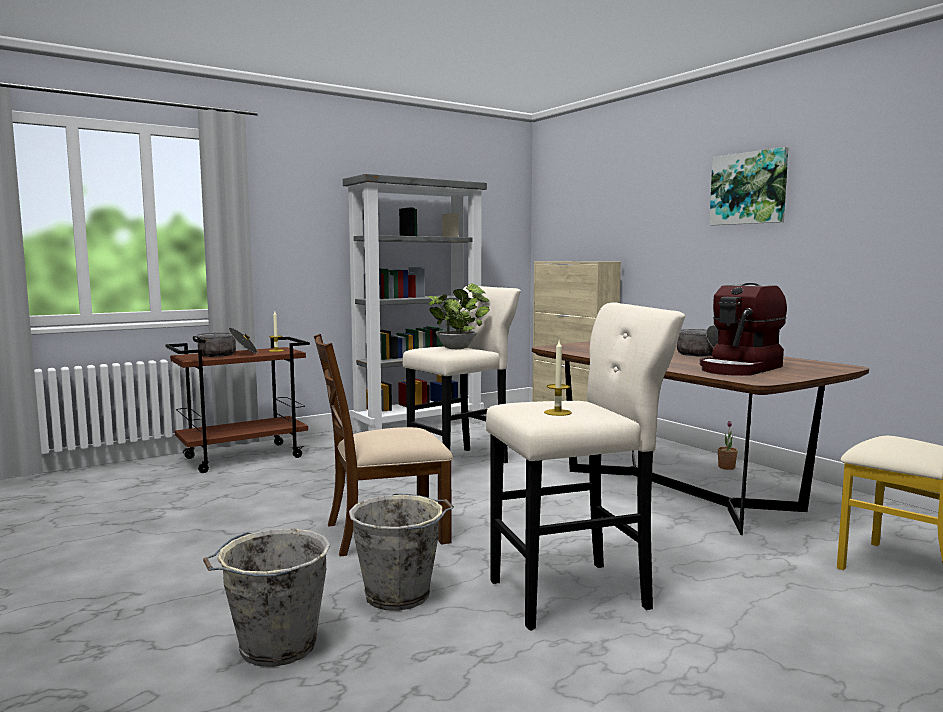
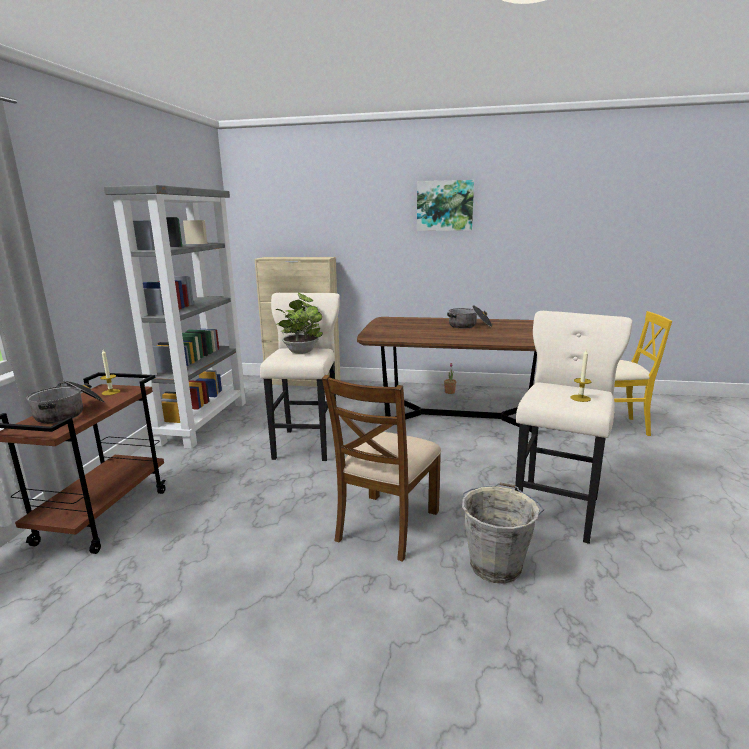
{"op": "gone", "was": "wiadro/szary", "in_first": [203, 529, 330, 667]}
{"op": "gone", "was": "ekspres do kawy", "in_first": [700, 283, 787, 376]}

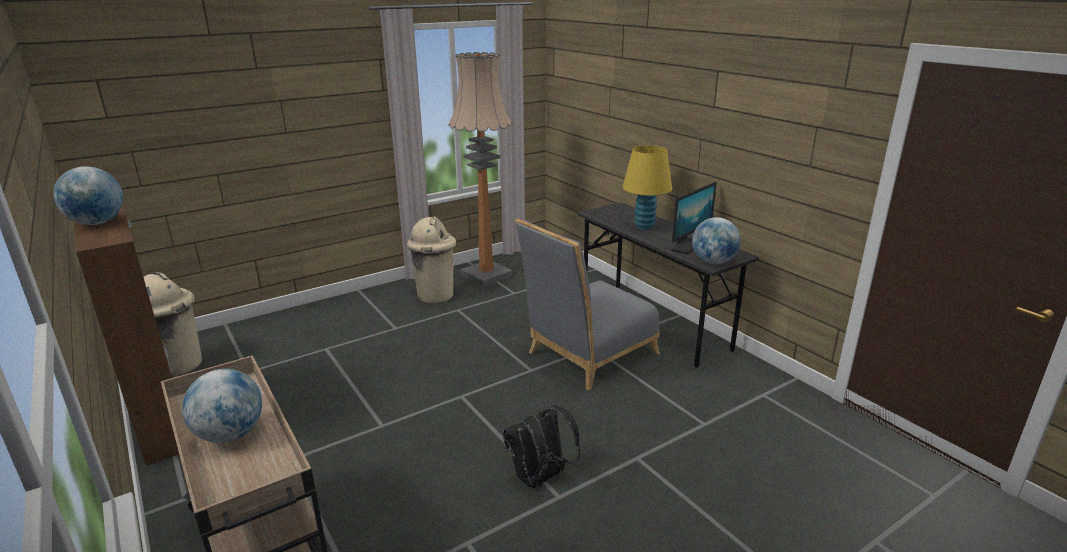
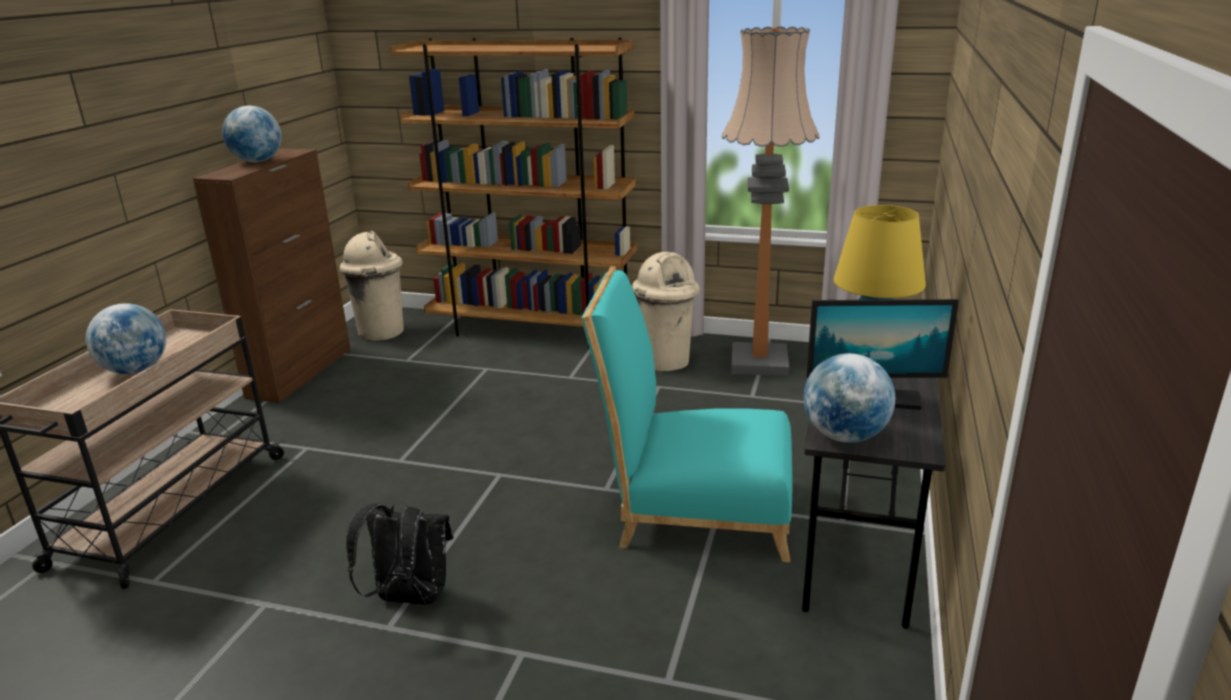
{"op": "new", "now": "regał/brązowy", "in_second": [390, 38, 637, 349]}
{"op": "repainted", "was": "krzesło/szary", "now": "krzesło/turkusowy", "in_first": [515, 219, 660, 390], "in_second": [582, 266, 793, 562]}

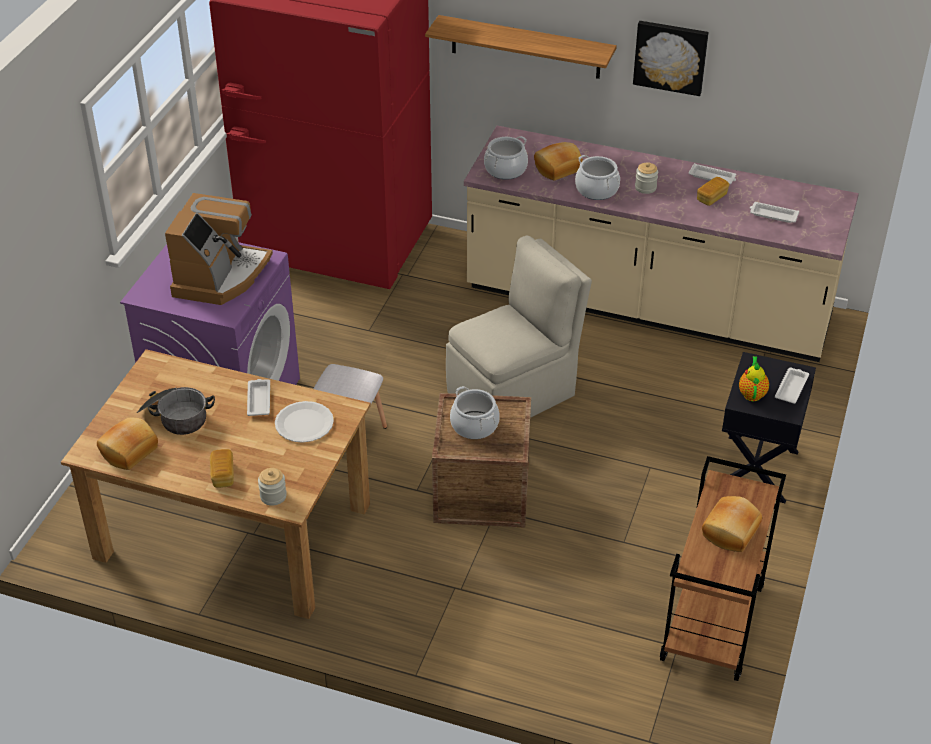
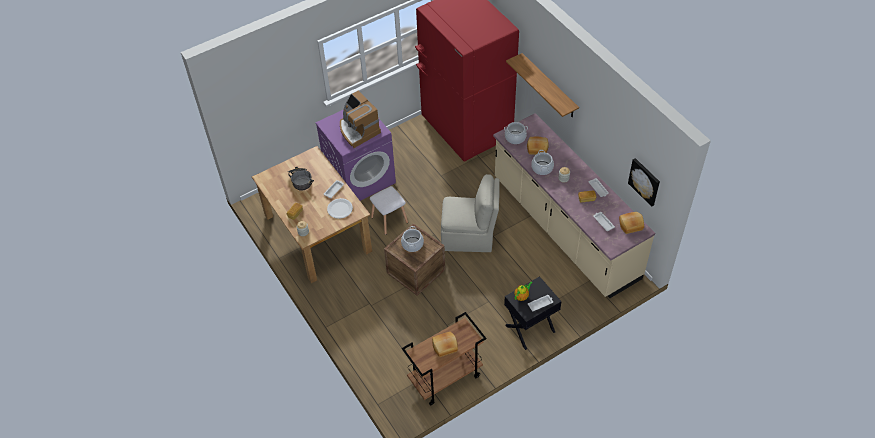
{"op": "shifted", "was": "chleb", "in_first": [97, 418, 158, 470], "in_second": [619, 212, 644, 234]}
{"op": "shifted", "was": "obraz", "in_first": [633, 21, 709, 96], "in_second": [628, 158, 660, 207]}
{"op": "rotated", "was": "ekspres do kawy", "in_first": [165, 193, 273, 305], "in_second": [340, 91, 381, 148], "clockwise": 90}

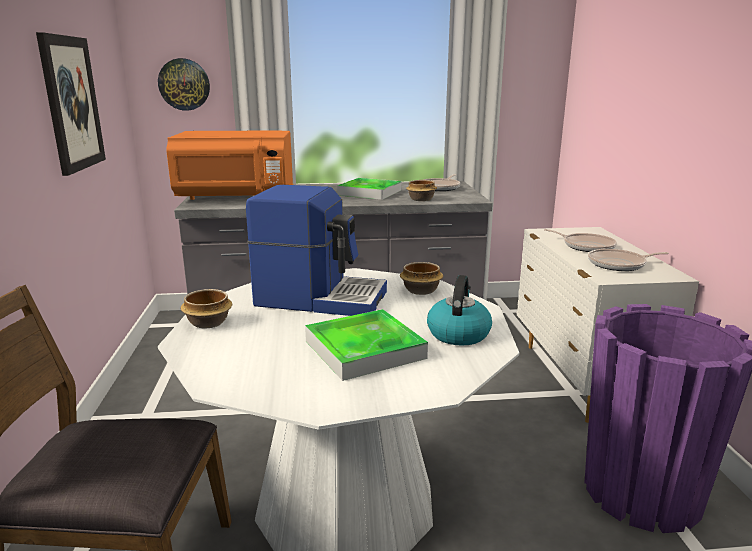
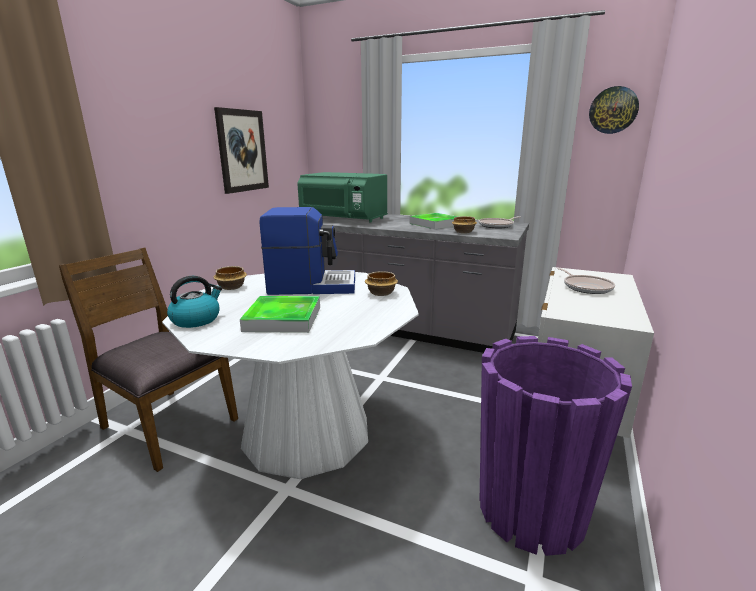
{"op": "gone", "was": "patelnia", "in_first": [588, 249, 669, 271]}
{"op": "shifted", "was": "zegar ścienny", "in_first": [158, 58, 210, 111], "in_second": [589, 86, 639, 134]}
{"op": "shifted", "was": "czajnik", "in_first": [427, 275, 492, 345], "in_second": [167, 276, 222, 328]}
{"op": "repainted", "was": "mikrofalówka/pomarańczowy", "now": "mikrofalówka/zielony", "in_first": [166, 131, 293, 200], "in_second": [297, 172, 388, 222]}
{"op": "rotated", "was": "ekspres do kawy", "in_first": [246, 185, 387, 316], "in_second": [260, 207, 355, 295], "clockwise": -45}

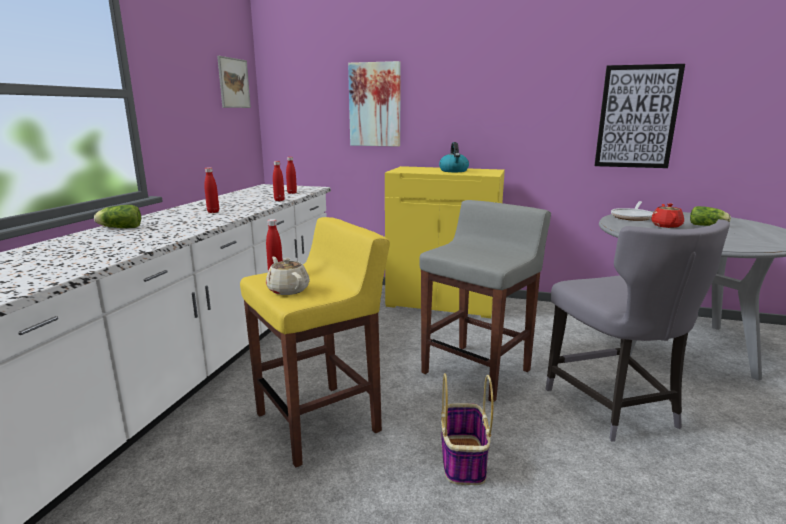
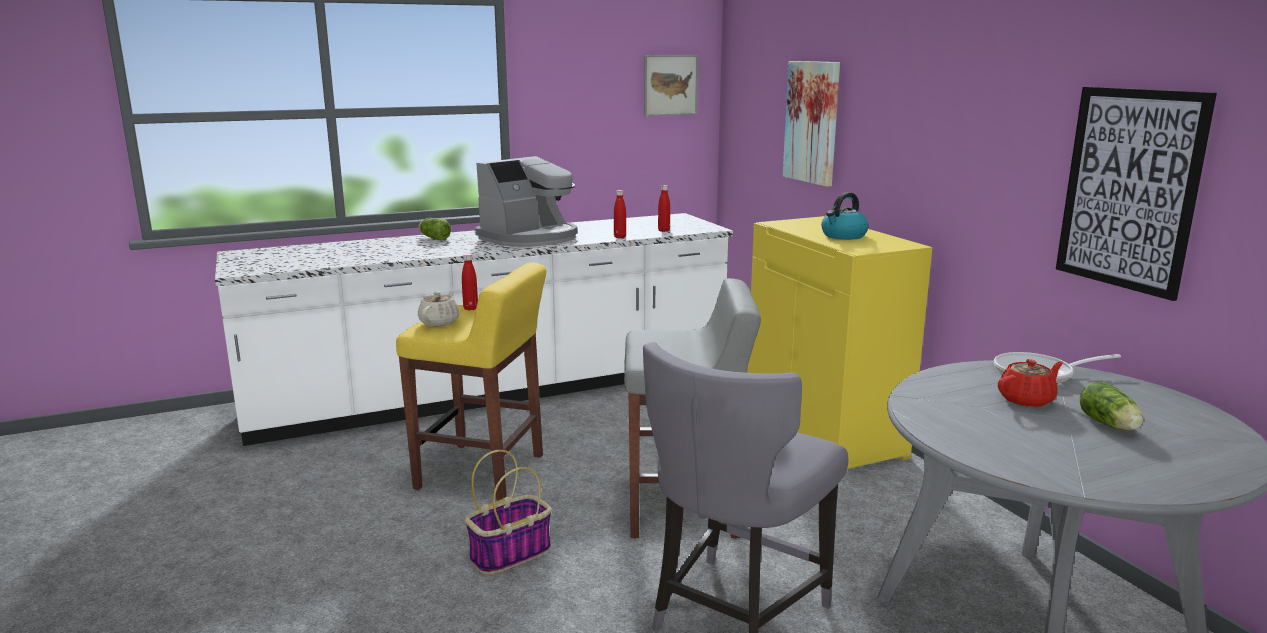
{"op": "swapped", "was": "butelka/czerwony", "now": "ekspres do kawy", "in_first": [204, 167, 219, 213], "in_second": [475, 156, 578, 247]}

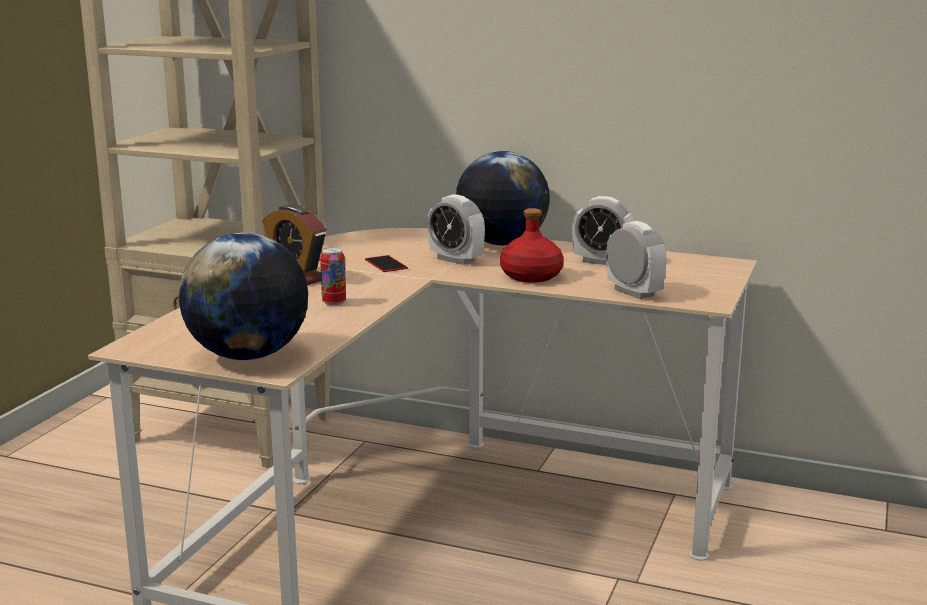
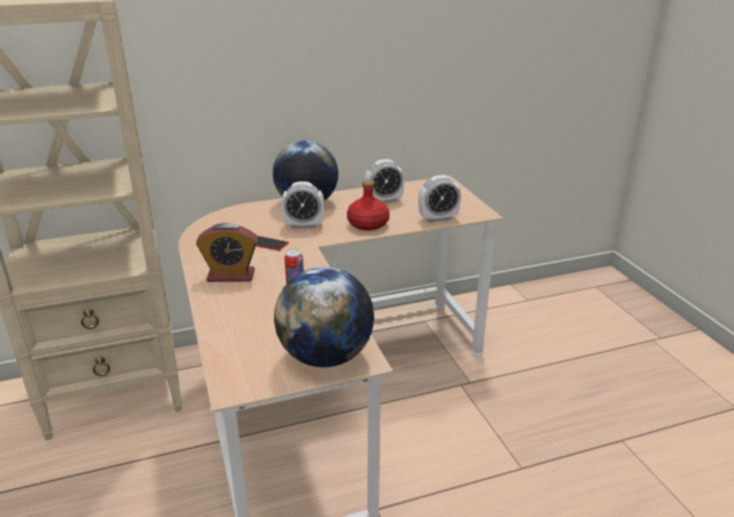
{"op": "rotated", "was": "budzik", "in_first": [606, 221, 666, 299], "in_second": [418, 175, 461, 223], "clockwise": 150}

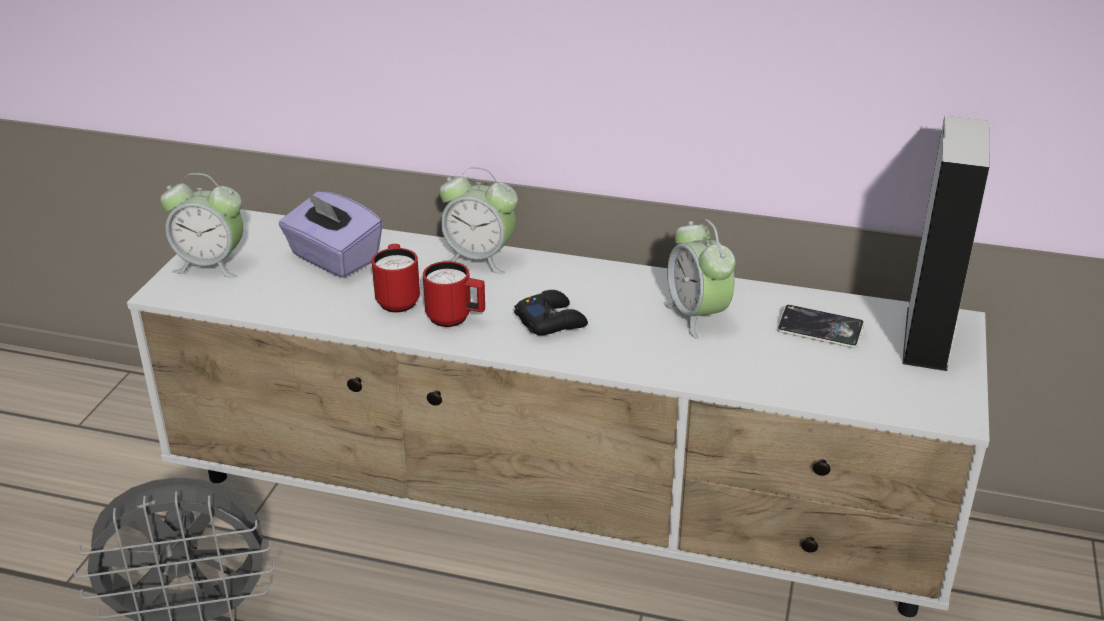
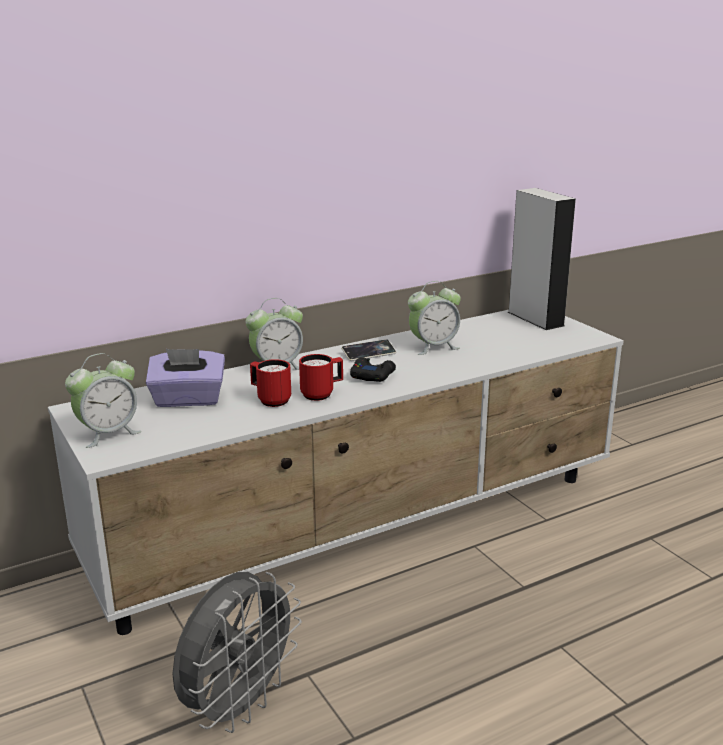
{"op": "shifted", "was": "telefon", "in_first": [777, 305, 864, 348], "in_second": [341, 339, 396, 361]}
{"op": "rotated", "was": "budzik", "in_first": [664, 219, 736, 339], "in_second": [408, 281, 461, 355], "clockwise": -45}

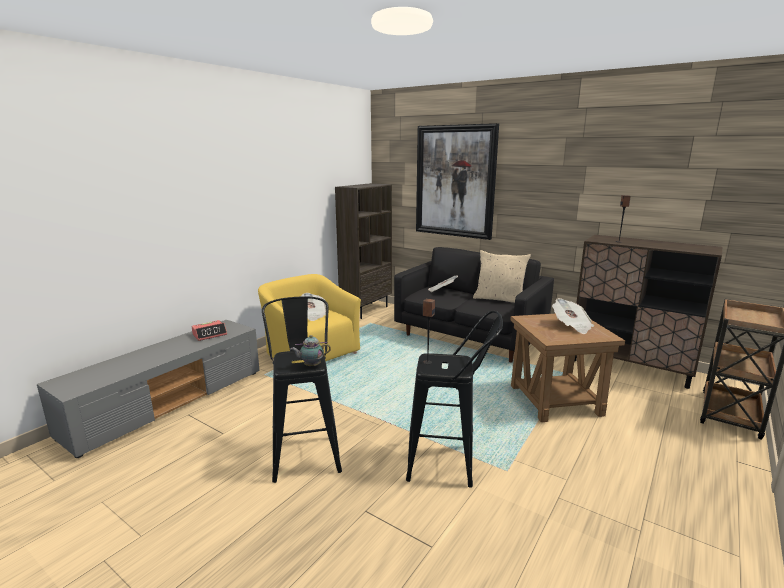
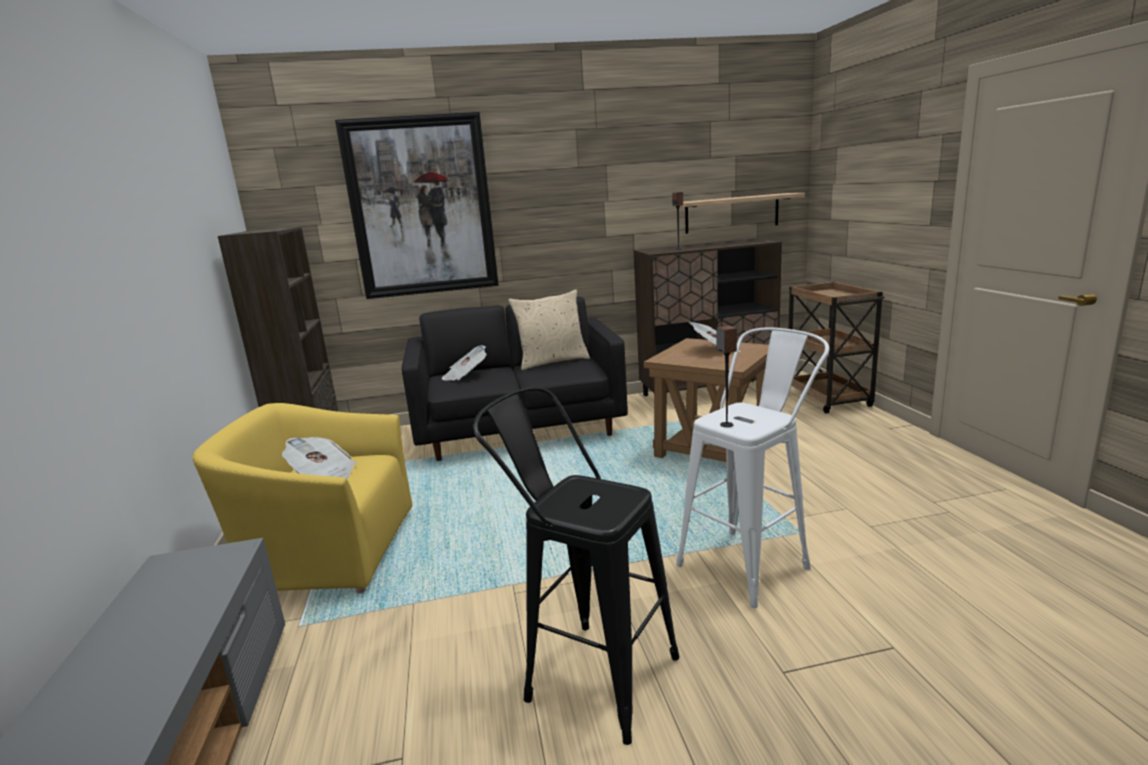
{"op": "gone", "was": "budzik", "in_first": [192, 320, 227, 341]}
{"op": "gone", "was": "imbryk", "in_first": [290, 335, 331, 366]}
{"op": "new", "now": "półka", "in_second": [674, 193, 805, 234]}
{"op": "repainted", "was": "stołek/czarny", "now": "stołek/biały", "in_first": [406, 311, 503, 488], "in_second": [676, 327, 829, 608]}

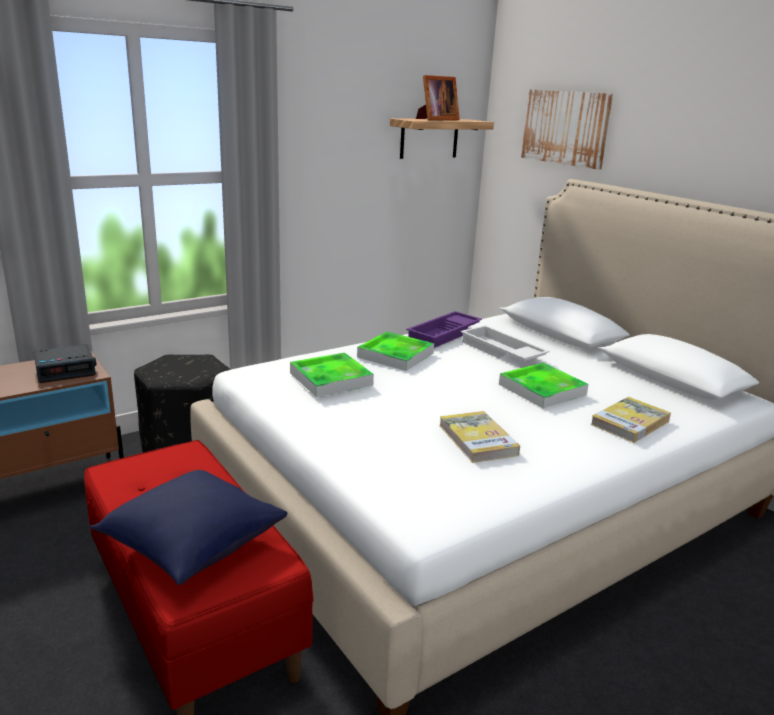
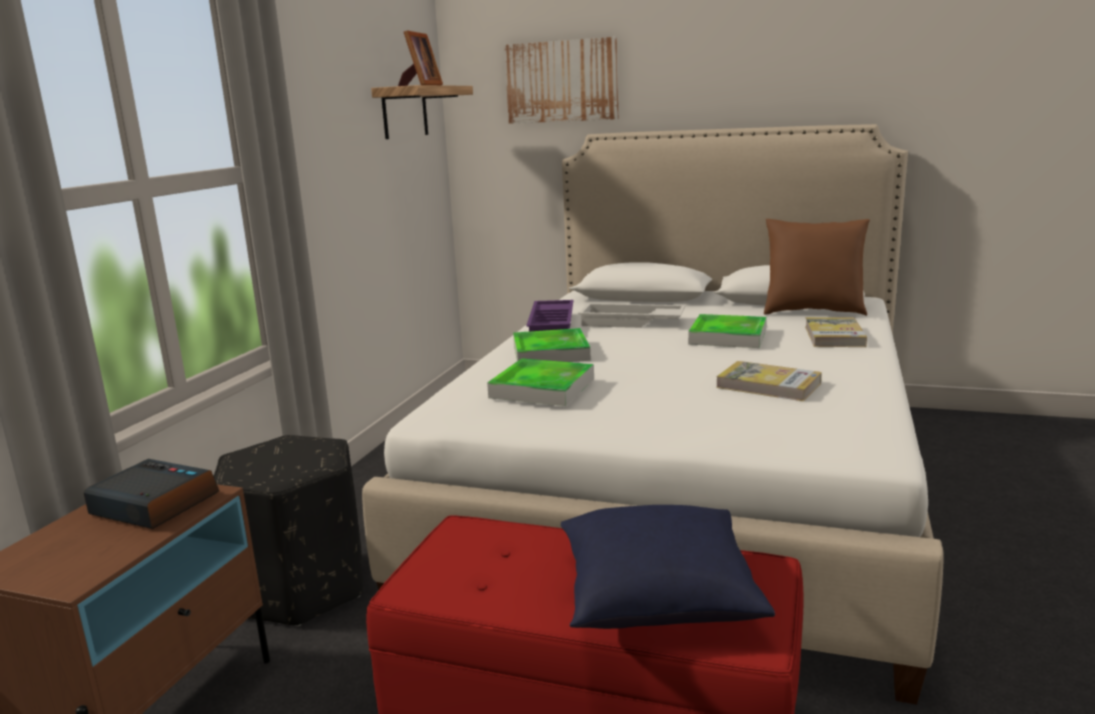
{"op": "new", "now": "poduszka/brązowy", "in_second": [764, 219, 870, 316]}
{"op": "rotated", "was": "budzik", "in_first": [33, 344, 97, 383], "in_second": [84, 459, 219, 529], "clockwise": -90}

